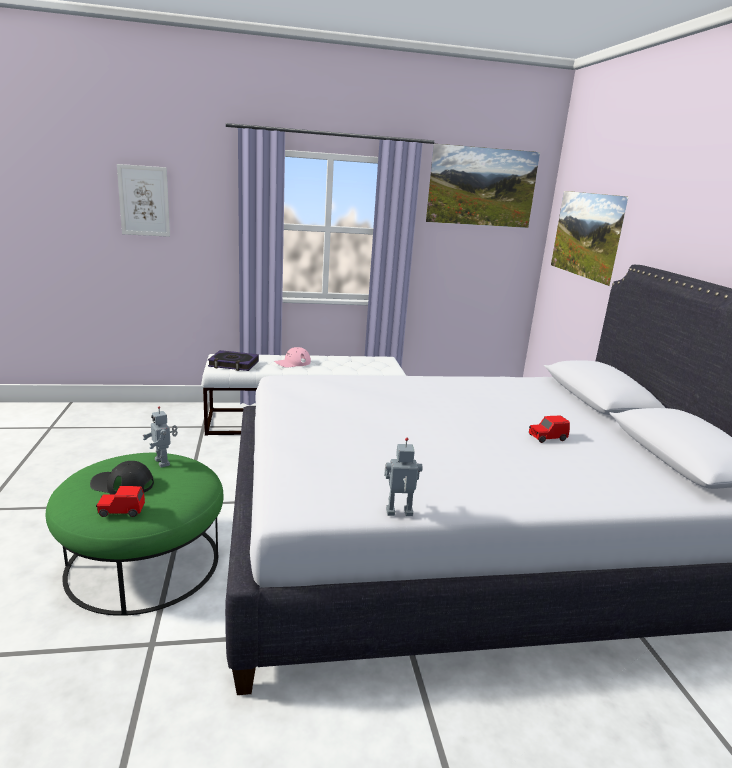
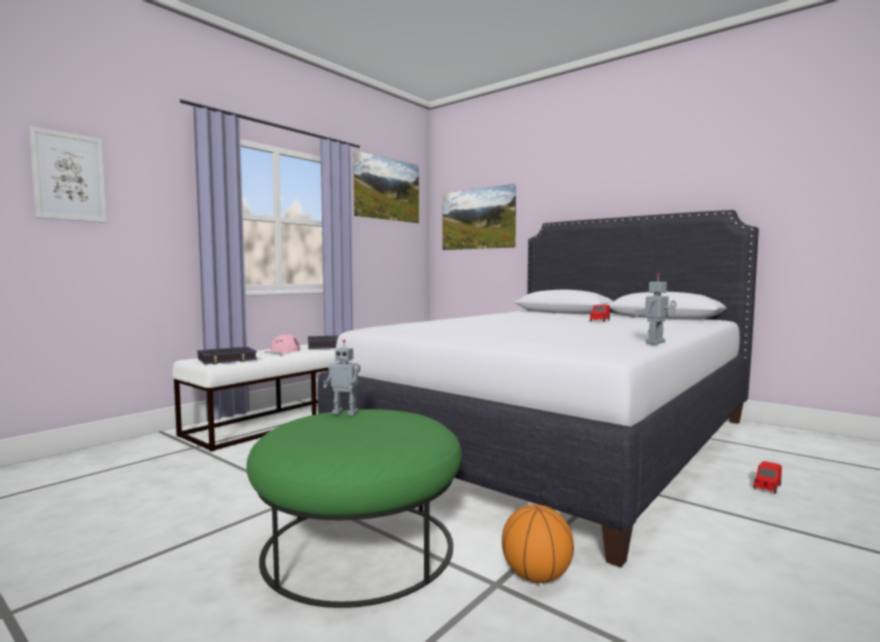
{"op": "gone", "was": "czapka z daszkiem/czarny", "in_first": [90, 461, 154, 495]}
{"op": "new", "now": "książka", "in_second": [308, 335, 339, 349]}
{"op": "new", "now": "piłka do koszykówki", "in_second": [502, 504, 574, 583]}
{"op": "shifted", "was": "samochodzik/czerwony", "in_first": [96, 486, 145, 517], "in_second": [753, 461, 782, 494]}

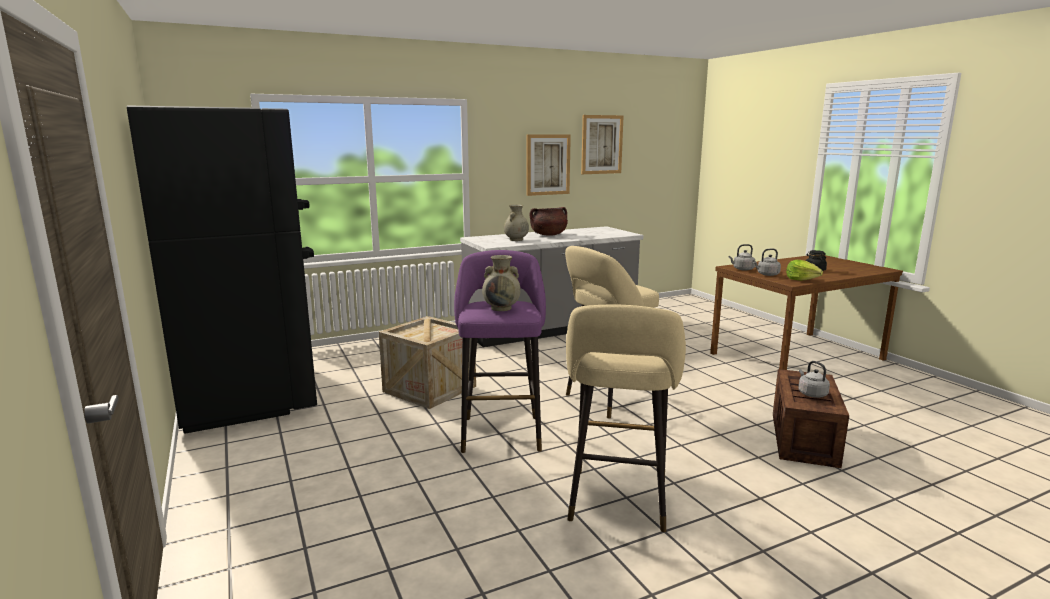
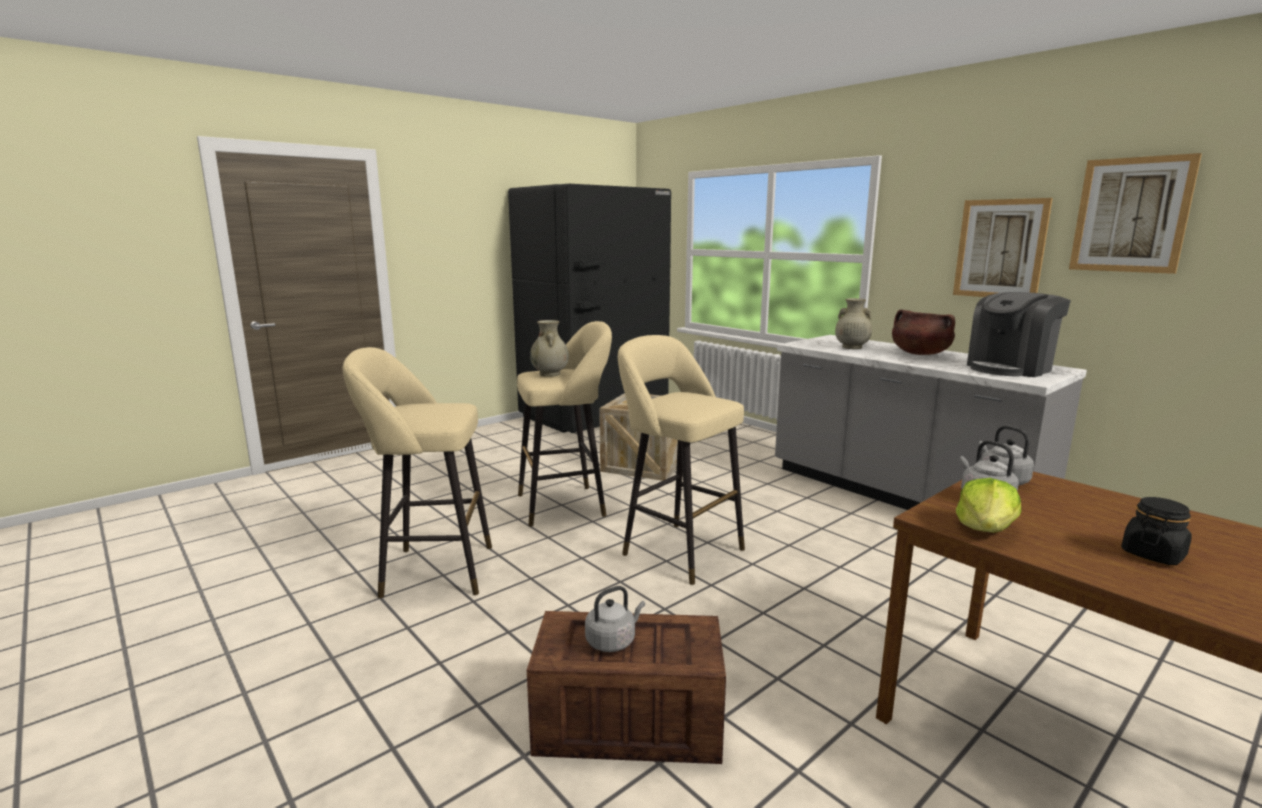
{"op": "new", "now": "ekspres do kawy", "in_second": [967, 292, 1071, 377]}
{"op": "repainted", "was": "stołek/fioletowy", "now": "stołek/beżowy", "in_first": [454, 250, 546, 453], "in_second": [517, 321, 612, 527]}

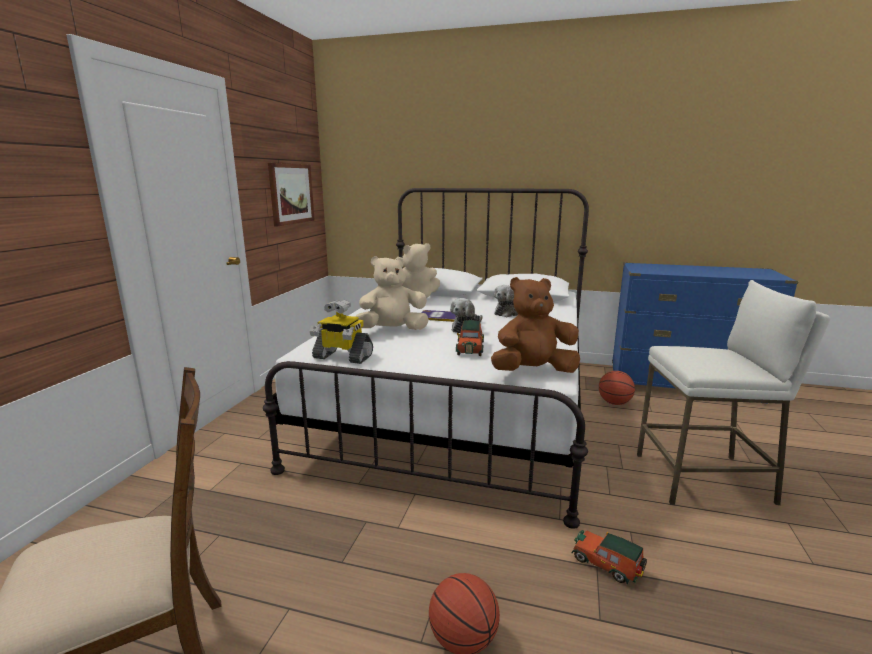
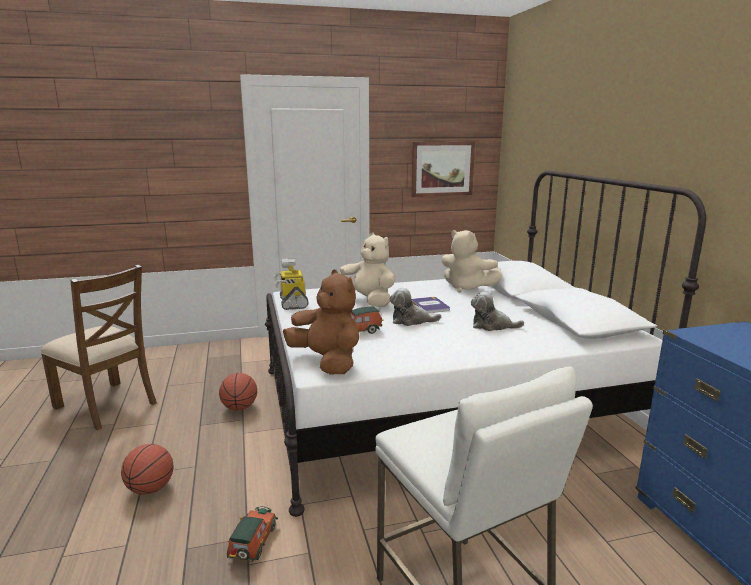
{"op": "shifted", "was": "piłka do koszykówki", "in_first": [599, 371, 635, 405], "in_second": [219, 373, 257, 411]}

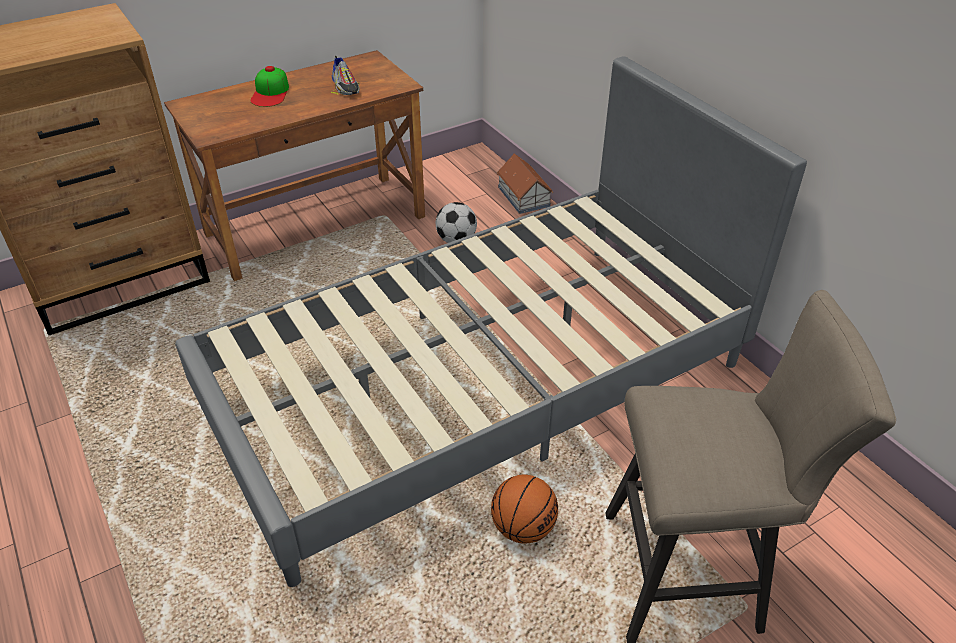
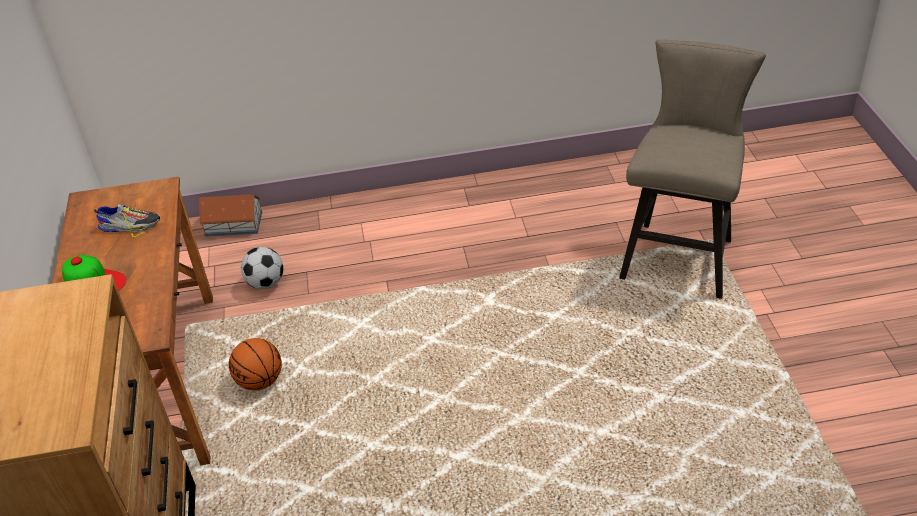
{"op": "gone", "was": "łóżko/szary", "in_first": [175, 56, 807, 587]}
{"op": "shifted", "was": "piłka do koszykówki", "in_first": [491, 475, 558, 544], "in_second": [229, 338, 282, 391]}

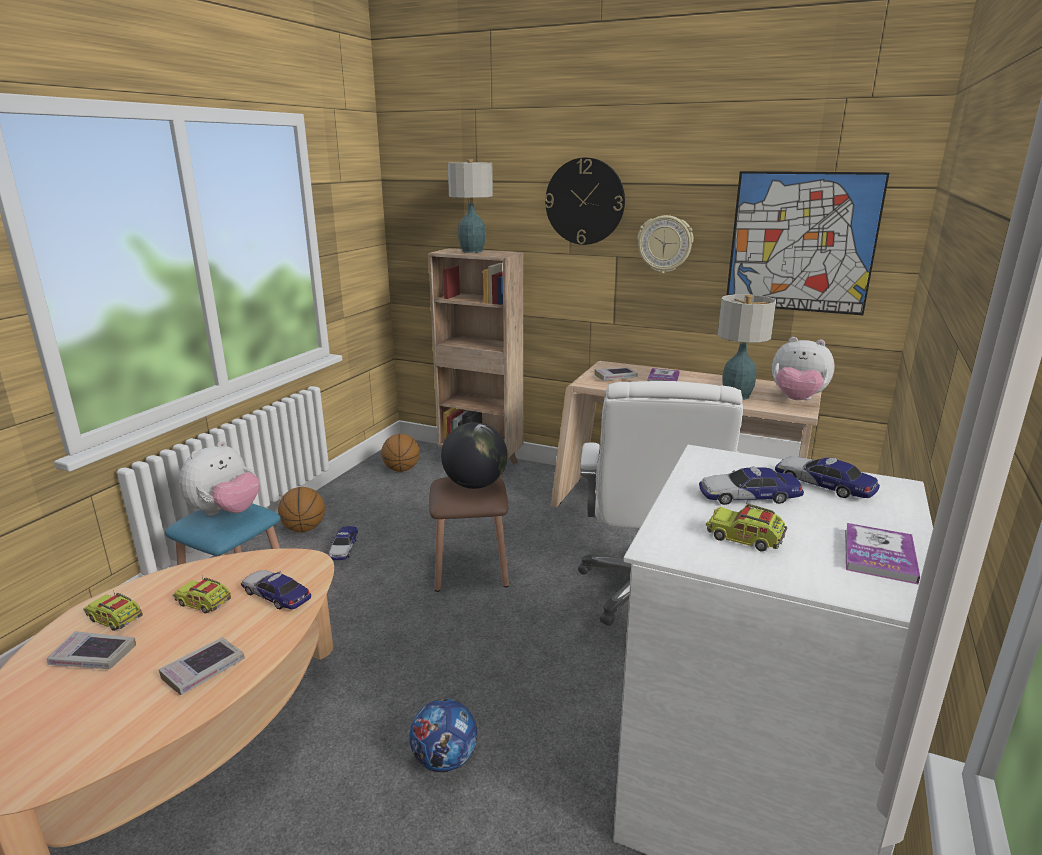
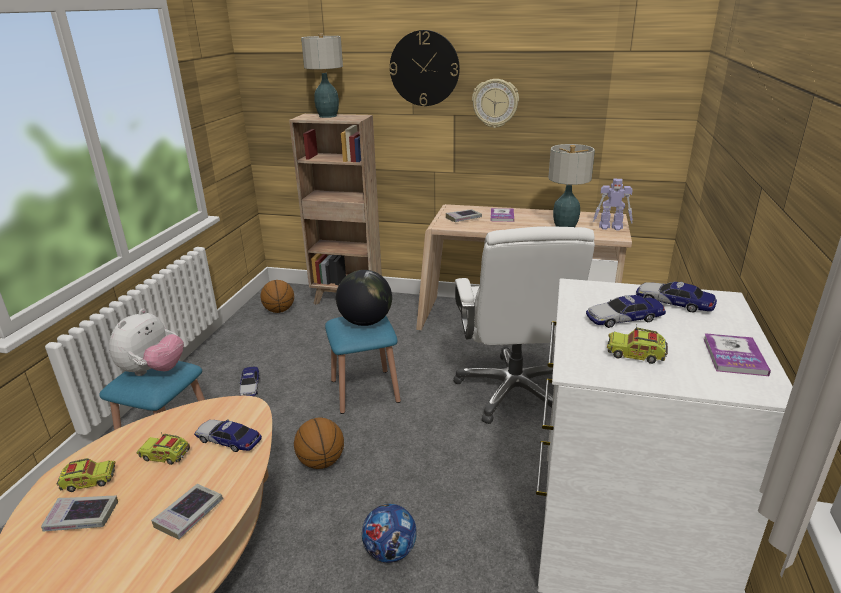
{"op": "gone", "was": "obraz", "in_first": [727, 171, 890, 315]}
{"op": "shifted", "was": "piłka do koszykówki", "in_first": [278, 487, 325, 532], "in_second": [294, 418, 344, 469]}
{"op": "swapped", "was": "pluszak", "now": "robot zabawkowy", "in_first": [772, 337, 835, 400], "in_second": [593, 178, 633, 231]}
{"op": "repainted", "was": "stołek/brązowy", "now": "stołek/niebieski", "in_first": [429, 477, 509, 592], "in_second": [325, 316, 401, 414]}
{"op": "rotated", "was": "ciężarówka zabawkowa", "in_first": [83, 590, 143, 631], "in_second": [57, 458, 115, 492], "clockwise": 150}

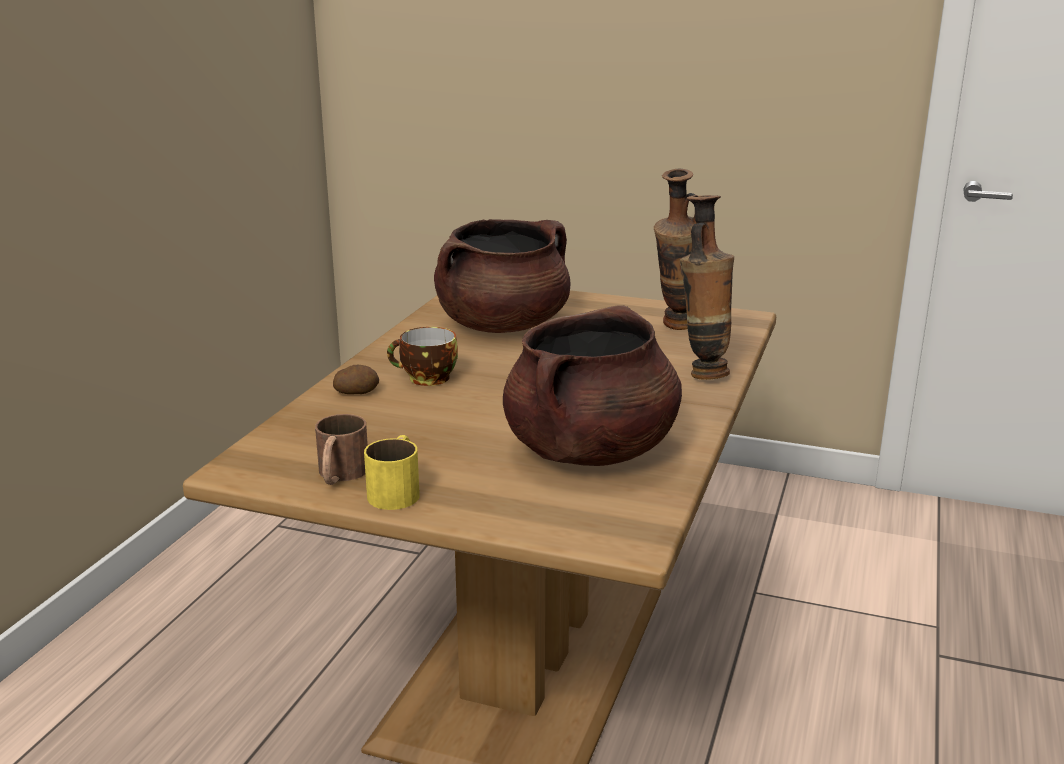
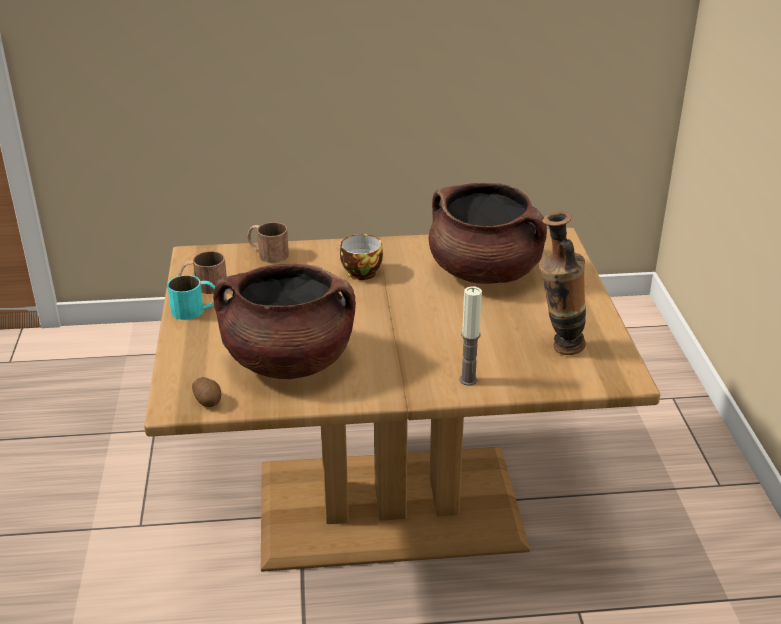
{"op": "new", "now": "kubek/brązowy", "in_second": [247, 222, 289, 263]}
{"op": "shifted", "was": "ziemniak", "in_first": [333, 365, 379, 394], "in_second": [192, 377, 222, 407]}
{"op": "swapped", "was": "wazon", "now": "świeca", "in_first": [680, 195, 734, 380], "in_second": [459, 286, 482, 386]}
{"op": "repainted", "was": "kubek/żółty", "now": "kubek/turkusowy", "in_first": [364, 435, 420, 510], "in_second": [167, 275, 215, 320]}

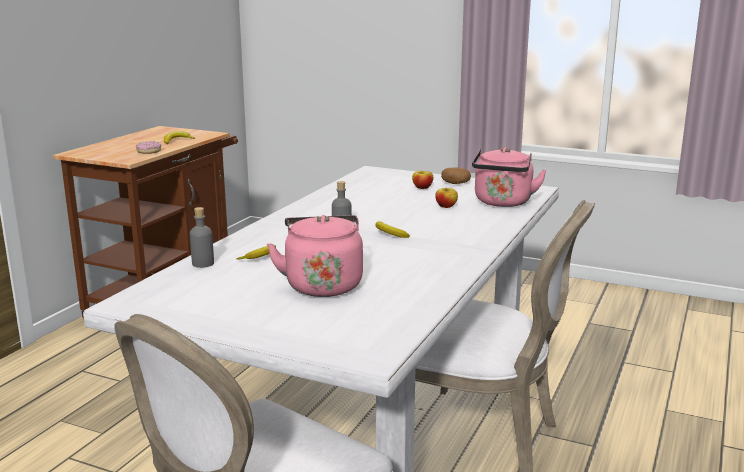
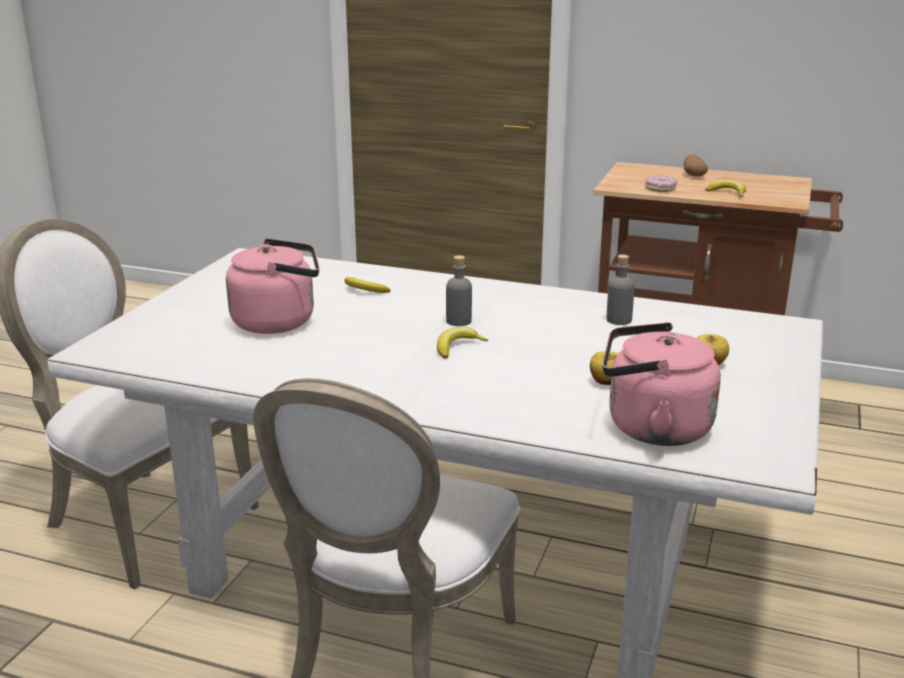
{"op": "shifted", "was": "butelka/szary", "in_first": [190, 207, 214, 268], "in_second": [607, 254, 635, 325]}
{"op": "shifted", "was": "ziemniak", "in_first": [441, 167, 471, 184], "in_second": [683, 155, 708, 176]}

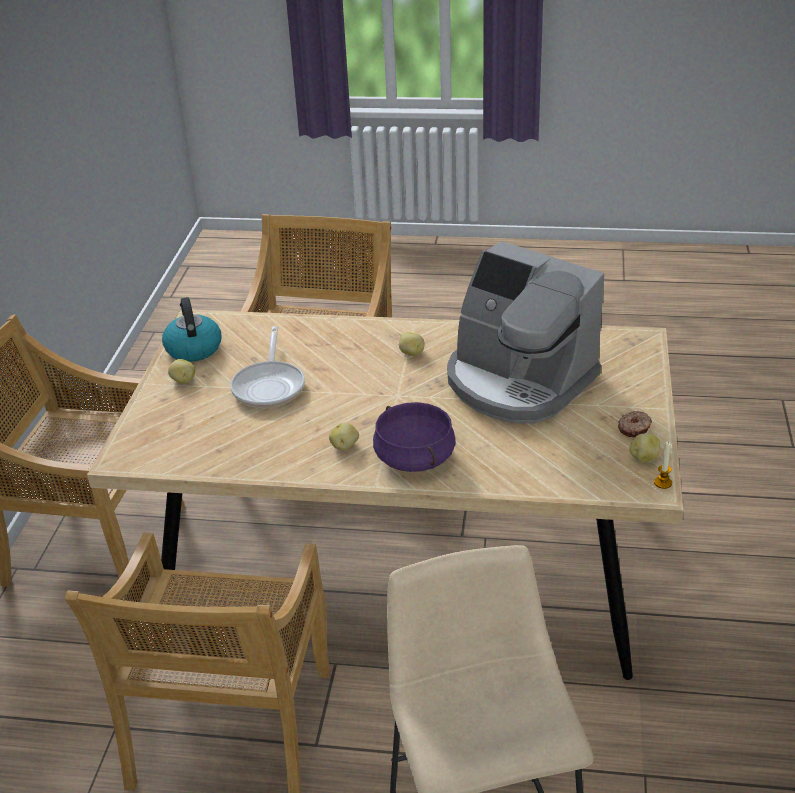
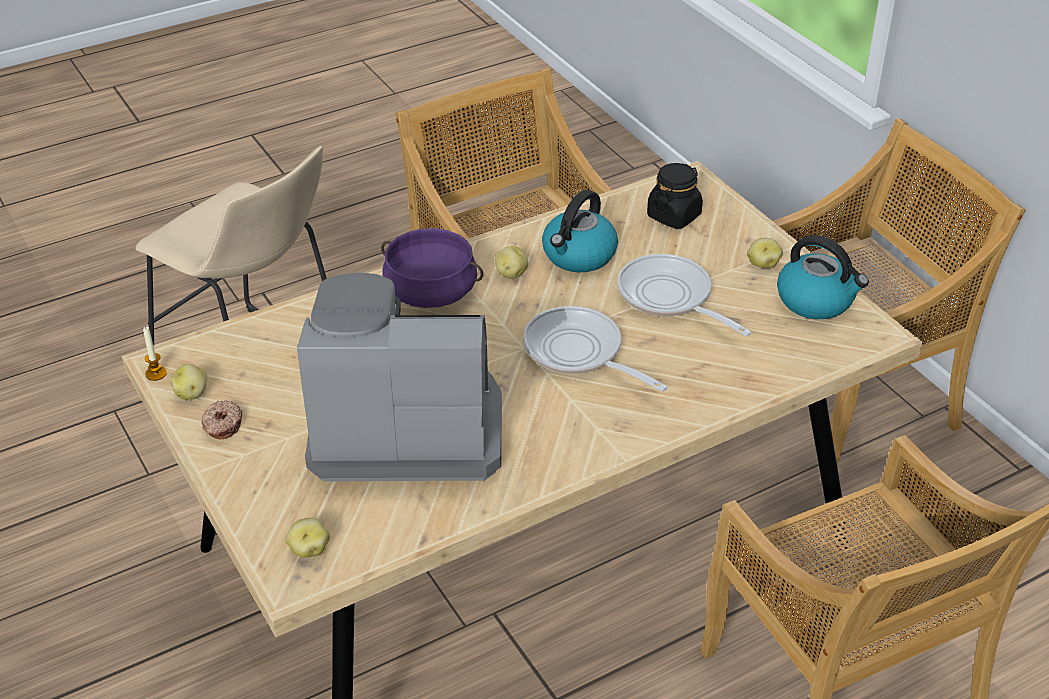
{"op": "new", "now": "patelnia", "in_second": [523, 306, 668, 392]}
{"op": "new", "now": "czajnik", "in_second": [542, 190, 618, 272]}
{"op": "new", "now": "słoik/czarny", "in_second": [647, 163, 703, 229]}
{"op": "shifted", "was": "ziemniak", "in_first": [399, 332, 424, 356], "in_second": [285, 518, 330, 558]}

